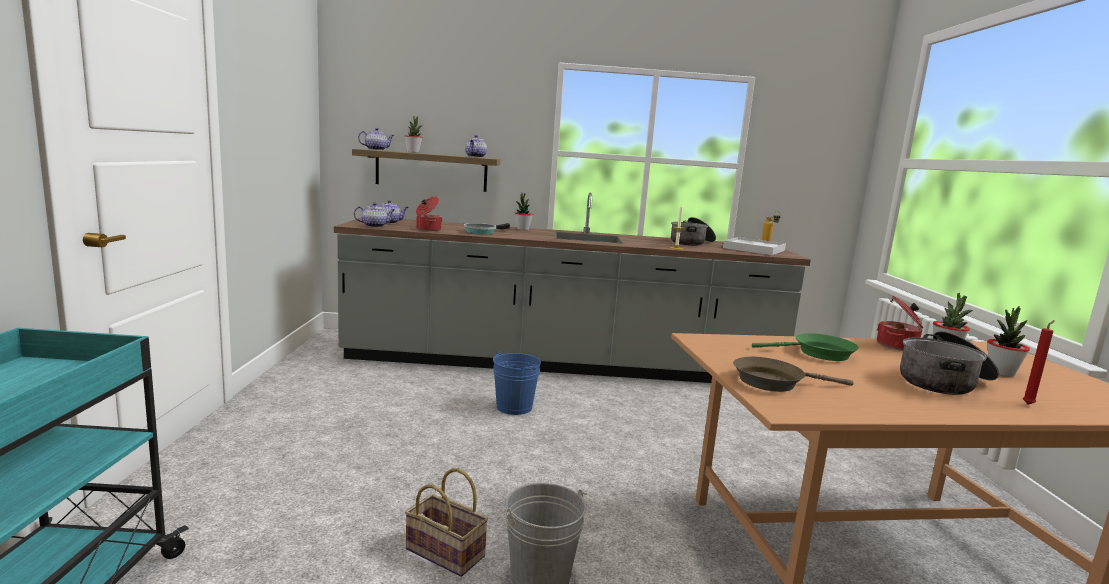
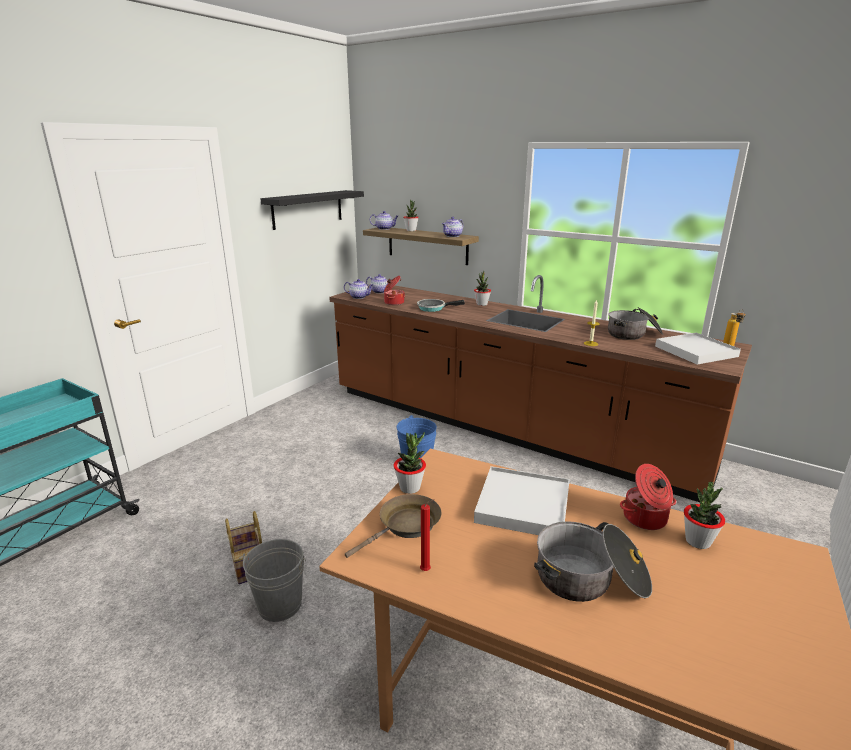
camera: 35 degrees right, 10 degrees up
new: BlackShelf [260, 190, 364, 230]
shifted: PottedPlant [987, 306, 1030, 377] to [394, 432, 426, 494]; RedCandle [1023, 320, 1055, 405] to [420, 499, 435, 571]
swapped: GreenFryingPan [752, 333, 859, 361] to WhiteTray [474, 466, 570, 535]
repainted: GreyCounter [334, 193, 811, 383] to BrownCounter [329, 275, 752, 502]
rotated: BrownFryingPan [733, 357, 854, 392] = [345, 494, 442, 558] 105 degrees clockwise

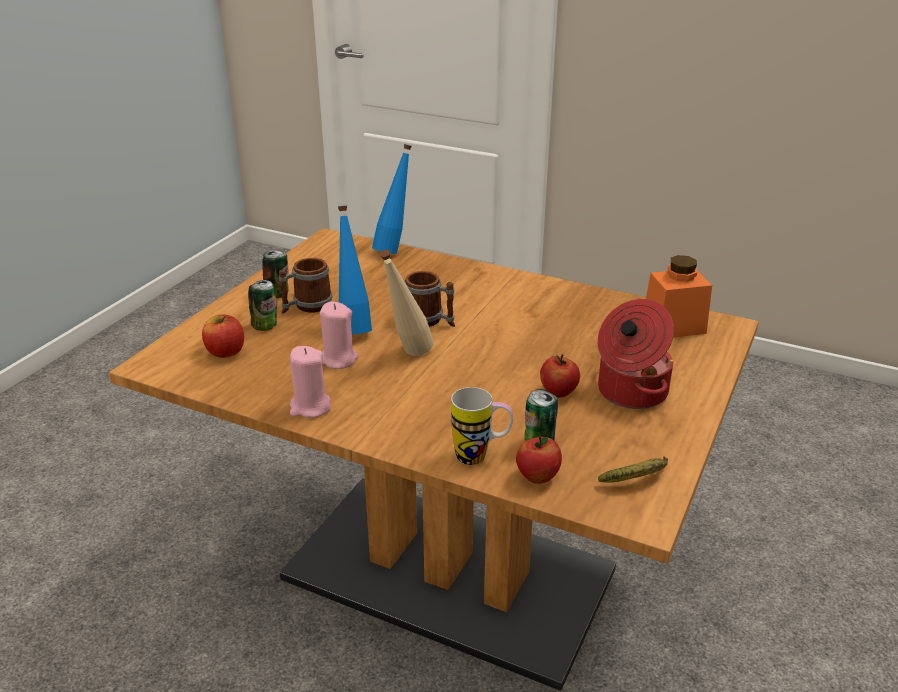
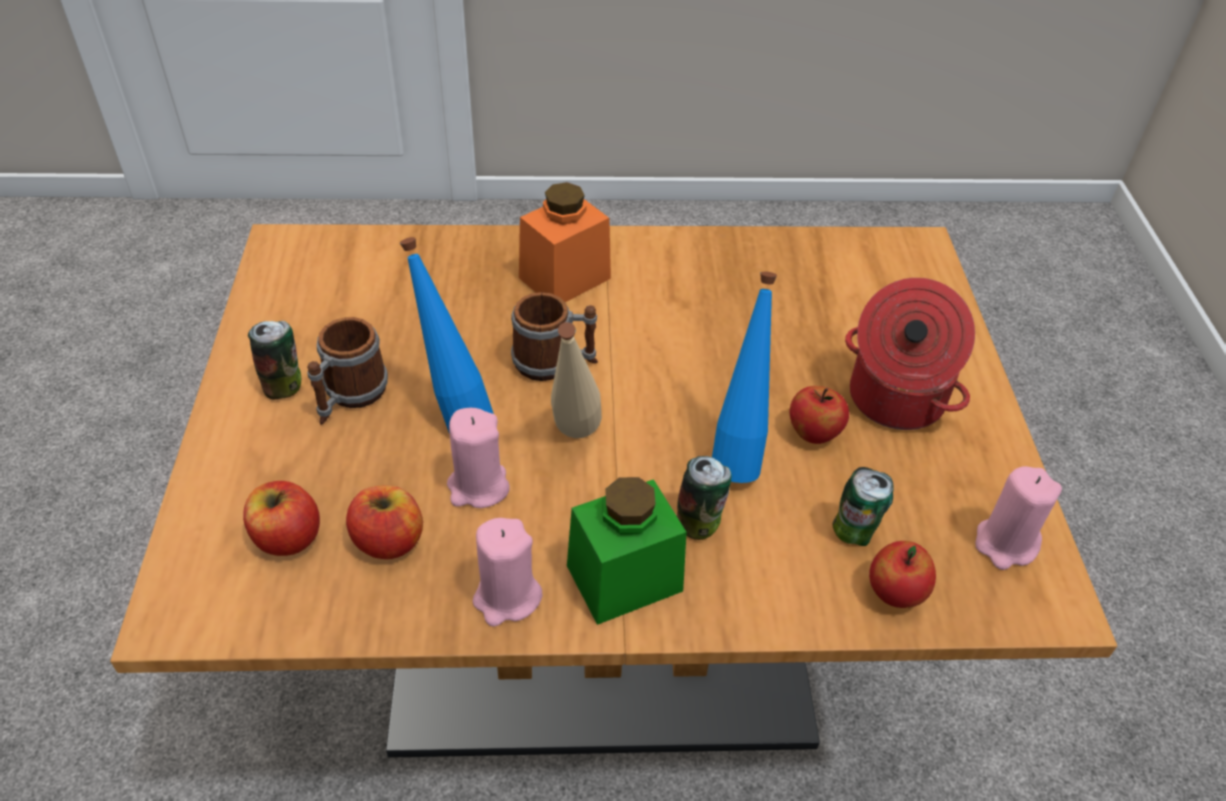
camera: 30 degrees left, 15 degrees up
gone: Mug [451, 387, 513, 465]
new: GreenJar [567, 477, 687, 625]; Apple [346, 485, 423, 559]
shifted: BlueBottle [372, 144, 412, 254] to [712, 272, 777, 483]; OrangeJar [646, 255, 712, 338] to [519, 182, 611, 302]; Can [248, 280, 277, 331] to [677, 456, 732, 540]
swapped: Banana [598, 457, 668, 483] to PinkCandle [975, 466, 1062, 570]

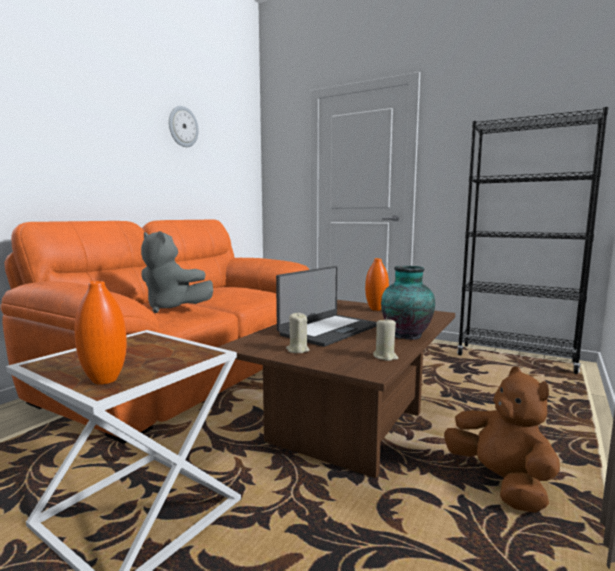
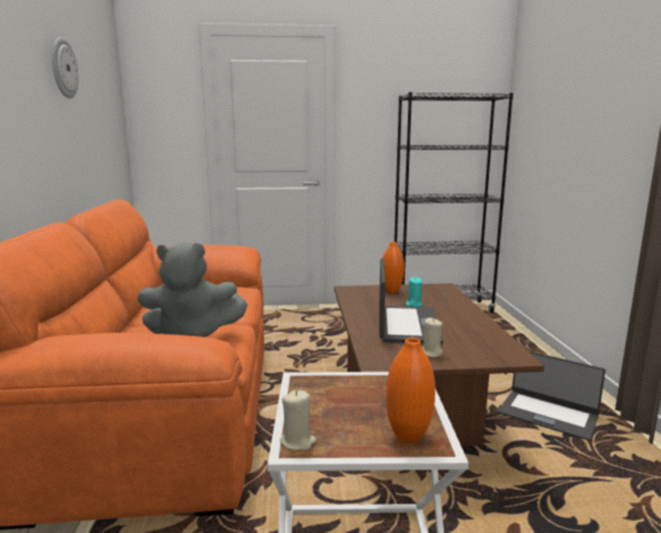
camera: 35 degrees left, 5 degrees up
gone: Vase [381, 266, 435, 340]
new: TurquoiseCandle [406, 277, 423, 307]
shifted: BeigeCandle [373, 317, 398, 361] to [280, 390, 316, 450]
swapped: BrownPlushToy [444, 366, 560, 513] to Laptop [498, 351, 606, 441]

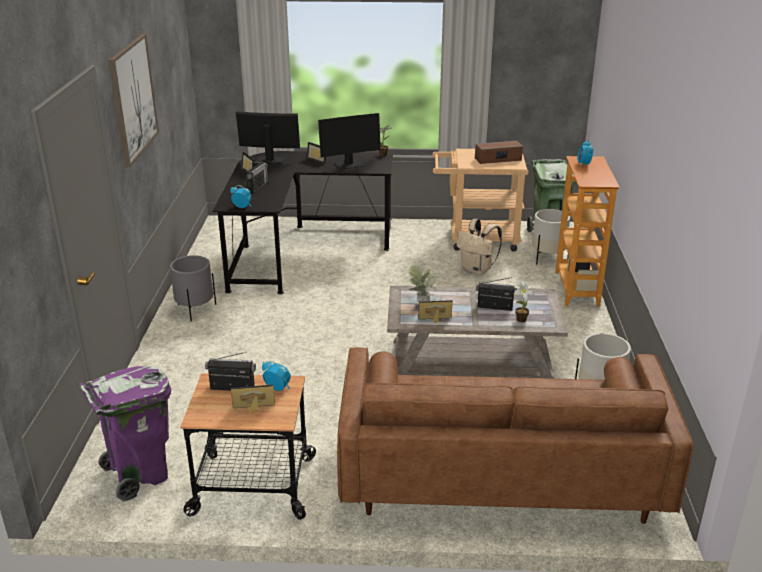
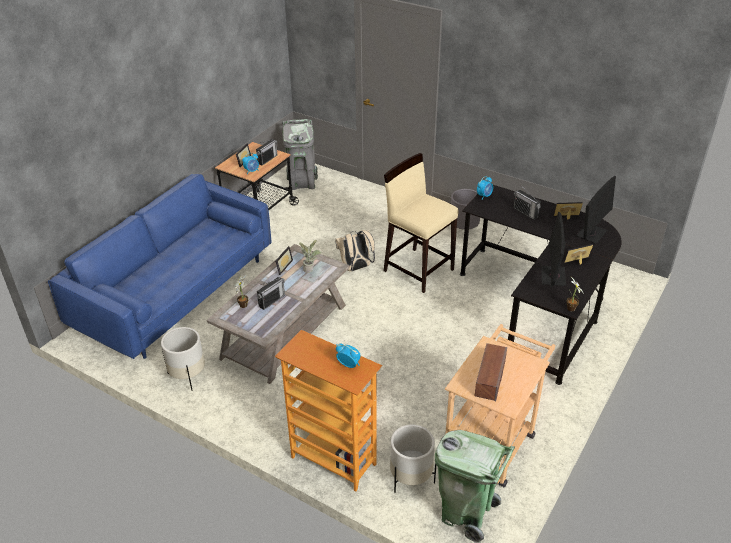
camera: 120 degrees right, 10 degrees up
gone: Picture [109, 34, 159, 167]
new: BeigeStool [384, 153, 459, 293]
shifted: BeigeBackpack [456, 219, 502, 275] to [335, 230, 375, 272]
repainted: BrownSofa [337, 347, 693, 524] to BlueSofa [48, 174, 271, 359]; PurpleTrashCan [79, 366, 171, 502] to GreyTrashCan [282, 119, 318, 190]

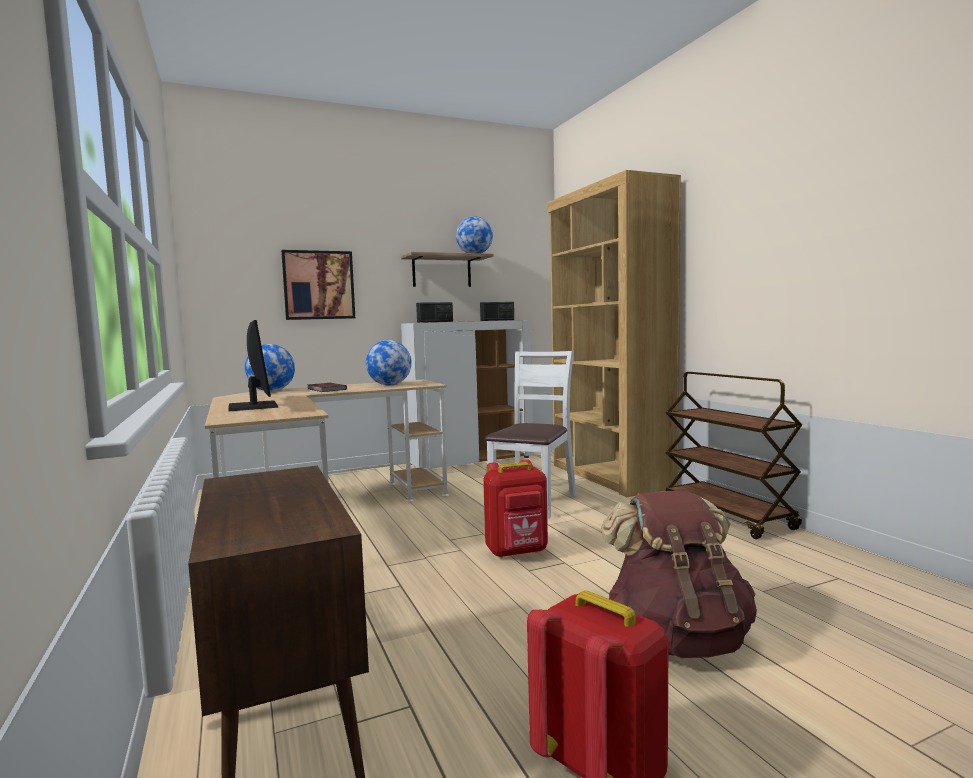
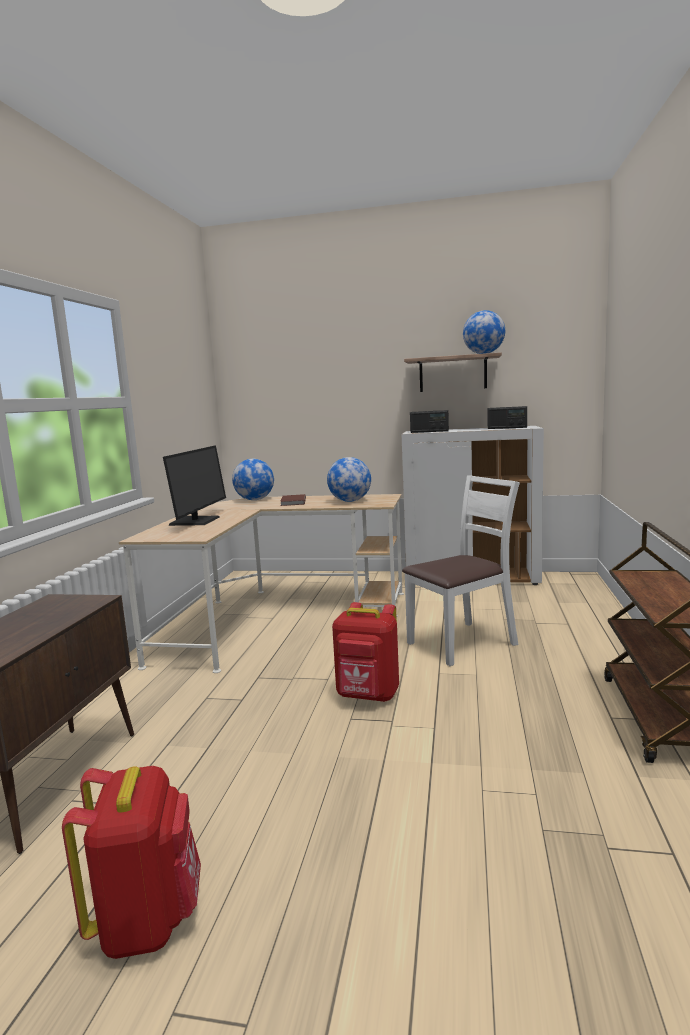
camera: 35 degrees right, 5 degrees up
gone: BrownBookcase [548, 170, 681, 497]; Picture [281, 250, 355, 320]; BrownBackpack [601, 490, 757, 658]

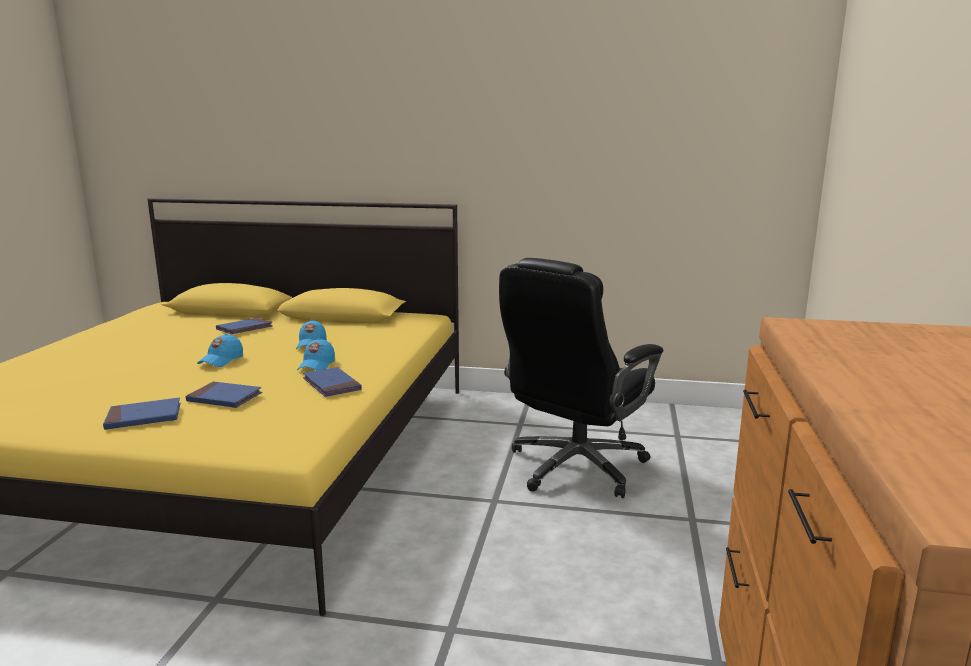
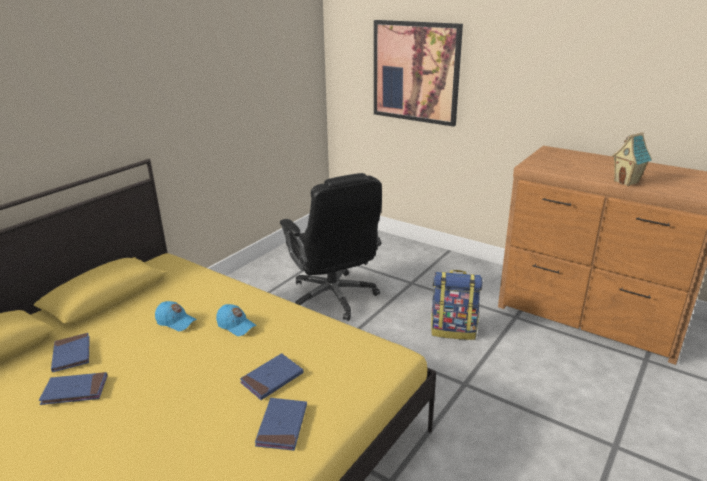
camera: 65 degrees left, 10 degrees up
gone: BlueCap [197, 334, 243, 367]
new: Picture [374, 20, 463, 127]; ToyHouse [612, 132, 652, 186]; Backpack [431, 270, 482, 340]
shifted: BlueBook [303, 367, 362, 397] to [39, 372, 107, 405]

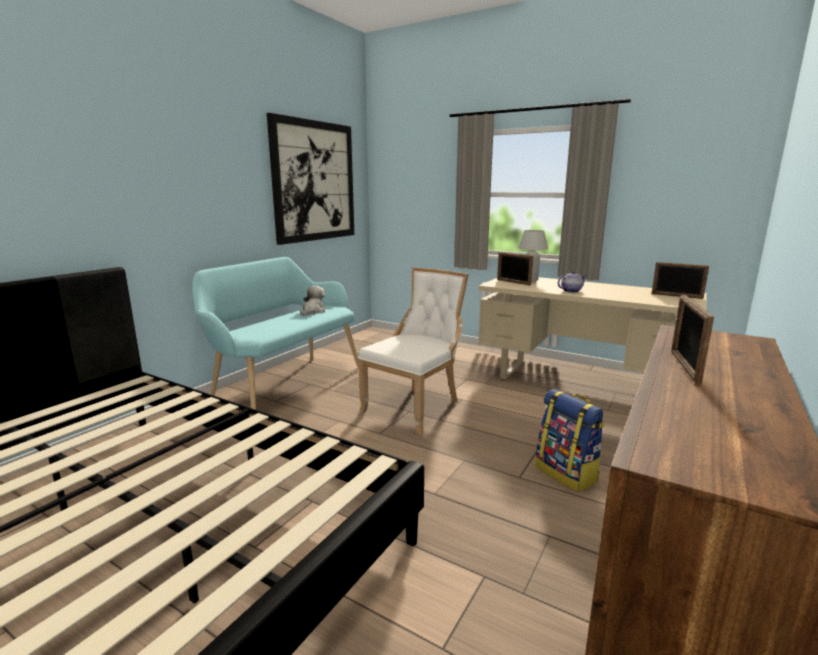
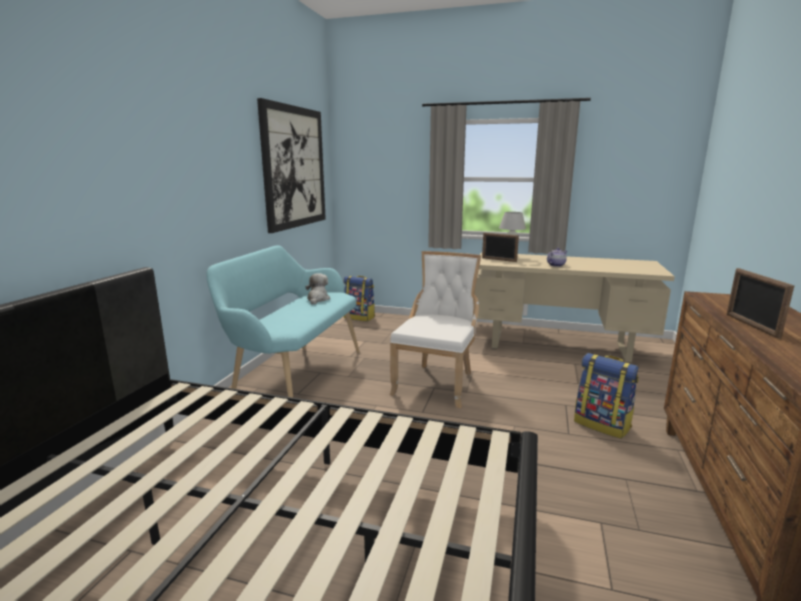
camera: 15 degrees left, 0 degrees up
gone: PictureFrame [652, 262, 709, 299]
new: Backpack [343, 276, 375, 322]

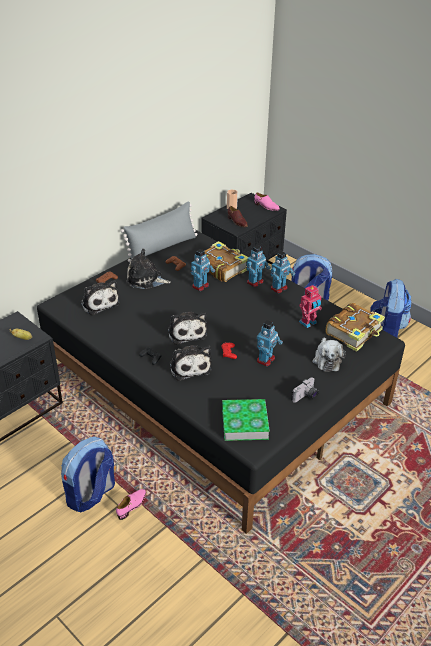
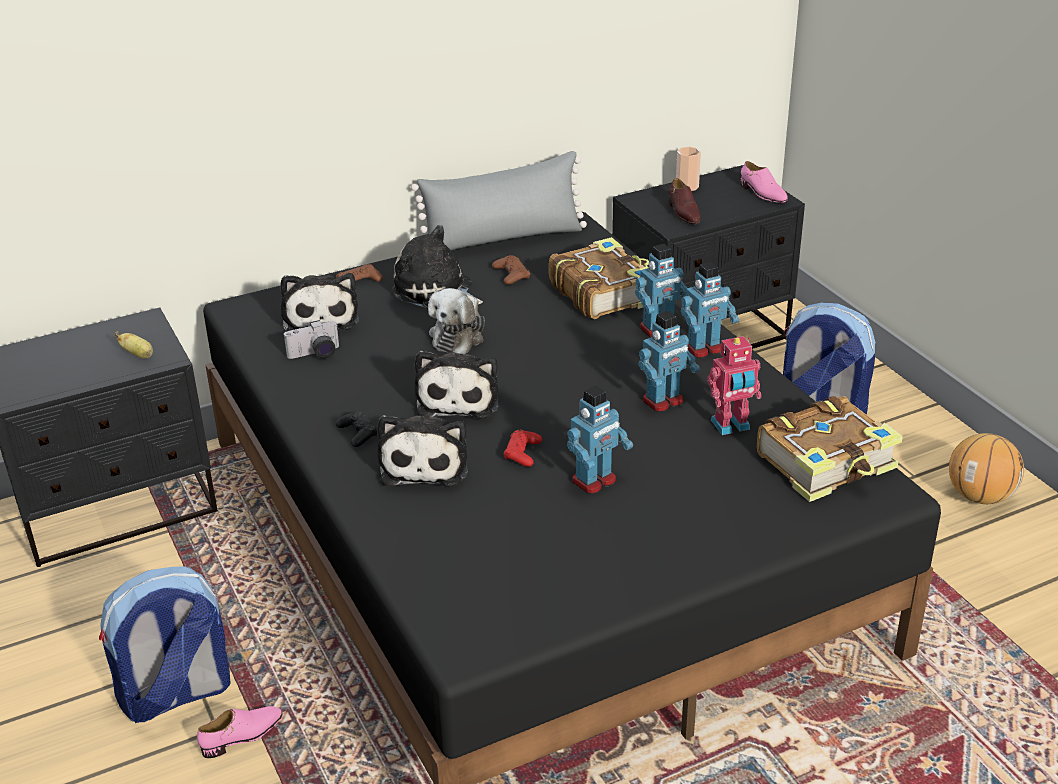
camera: 20 degrees right, 5 degrees down
gone: Book [222, 399, 270, 441]
shifted: ToyRobot [191, 249, 215, 291] to [639, 311, 700, 412]; PlushToy [312, 337, 346, 372] to [428, 288, 485, 354]; PhotoCamera [291, 377, 319, 403] to [284, 320, 339, 359]
swapped: Backpack [370, 279, 411, 338] to Basketball [949, 433, 1024, 504]

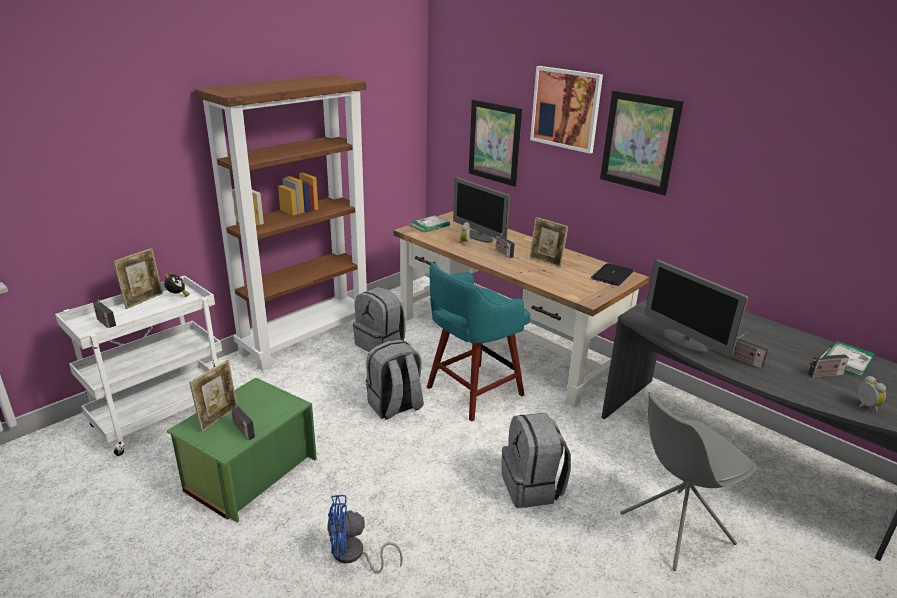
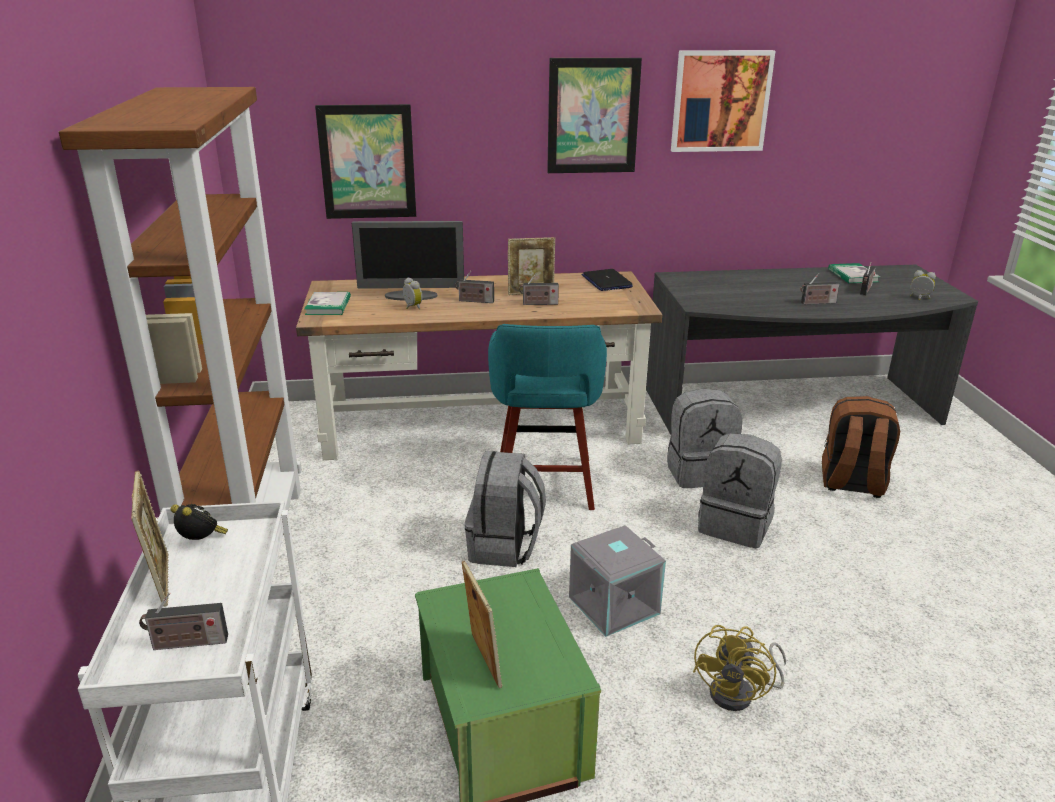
camera: 50 degrees left, 0 degrees up
gone: Monitor [644, 259, 748, 357]
new: GreyStorageBox [569, 525, 666, 637]
shifted: Picture [530, 66, 603, 154] to [671, 50, 775, 152]; GreyBackpack [353, 287, 405, 352] to [667, 389, 742, 488]; Radio [231, 402, 255, 440] to [519, 273, 559, 305]
swapped: GreyChair [620, 392, 757, 571] to BrownBackpack [822, 396, 900, 498]
repainted: BlueFan [327, 495, 403, 574] to YellowFan [693, 625, 786, 711]

